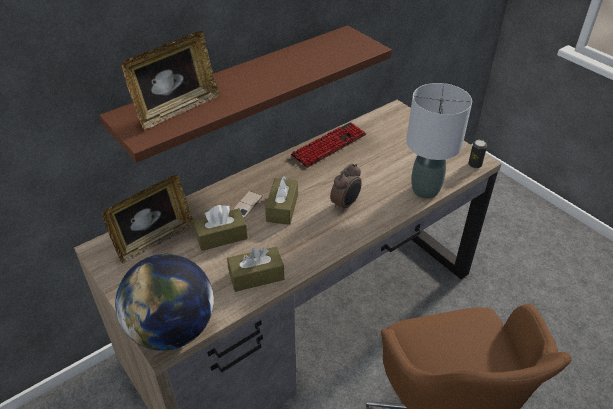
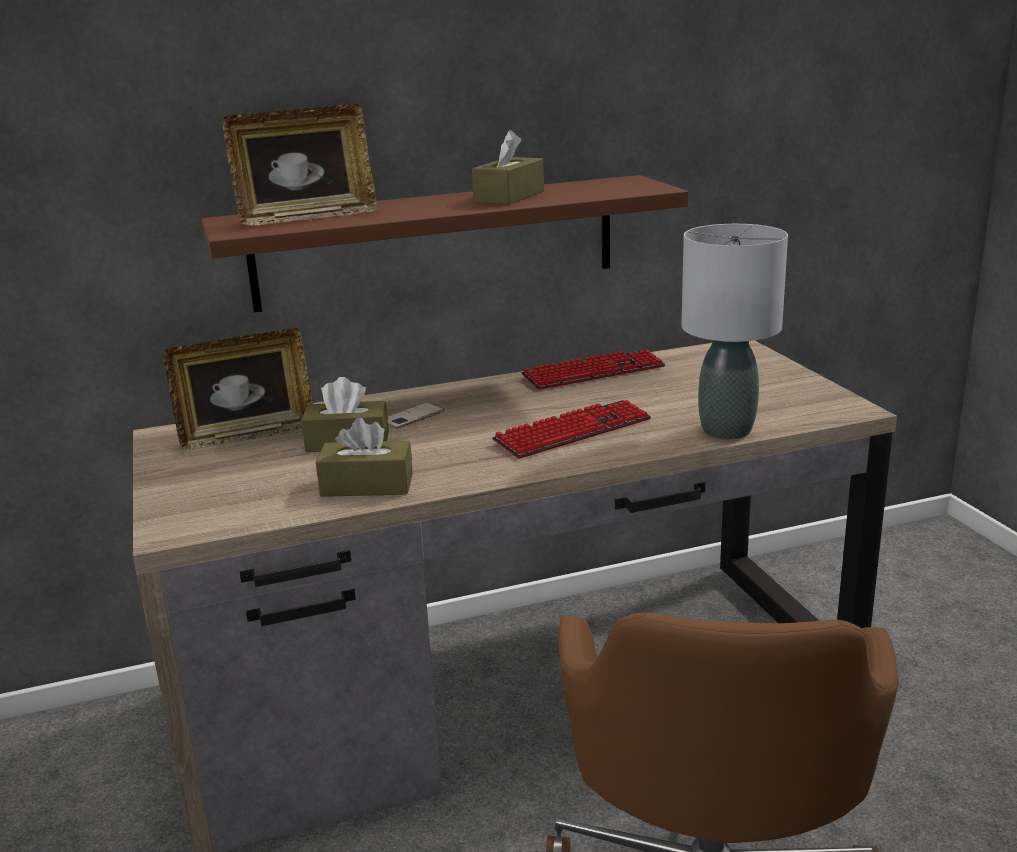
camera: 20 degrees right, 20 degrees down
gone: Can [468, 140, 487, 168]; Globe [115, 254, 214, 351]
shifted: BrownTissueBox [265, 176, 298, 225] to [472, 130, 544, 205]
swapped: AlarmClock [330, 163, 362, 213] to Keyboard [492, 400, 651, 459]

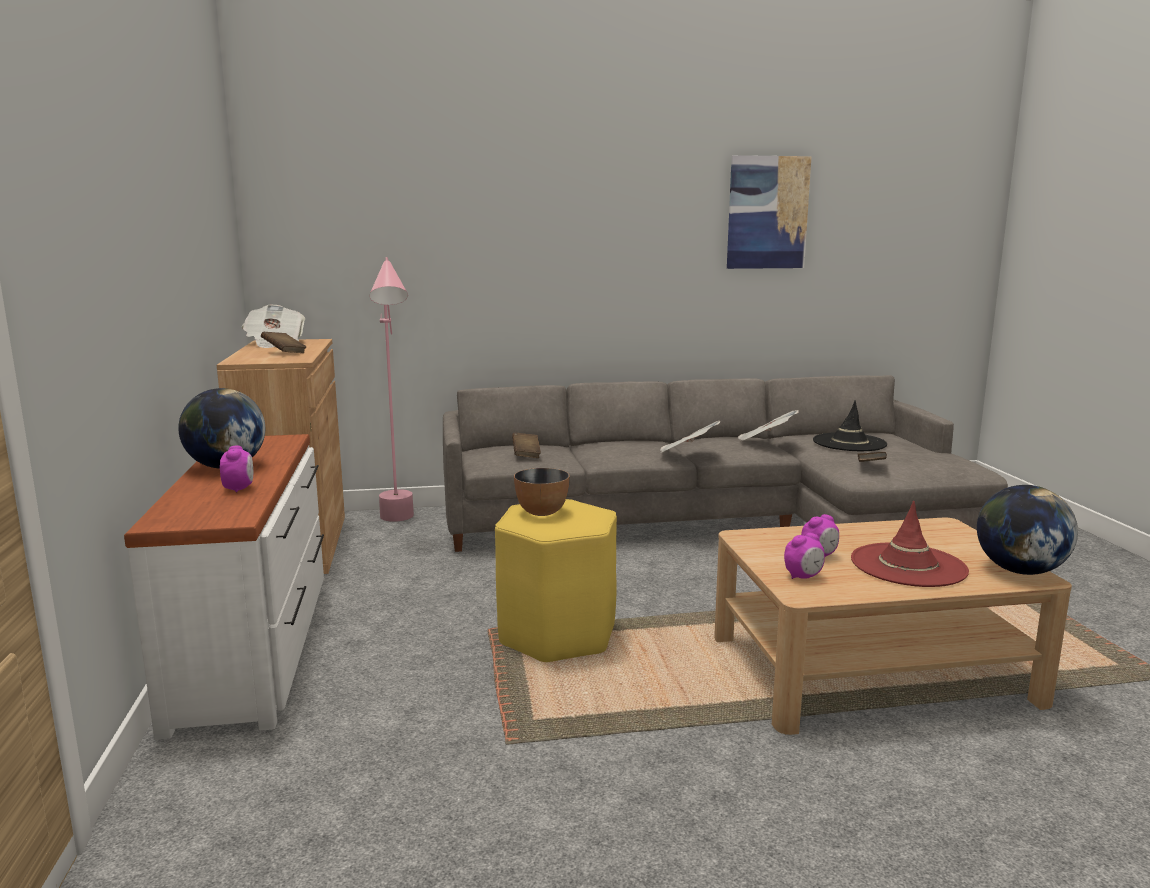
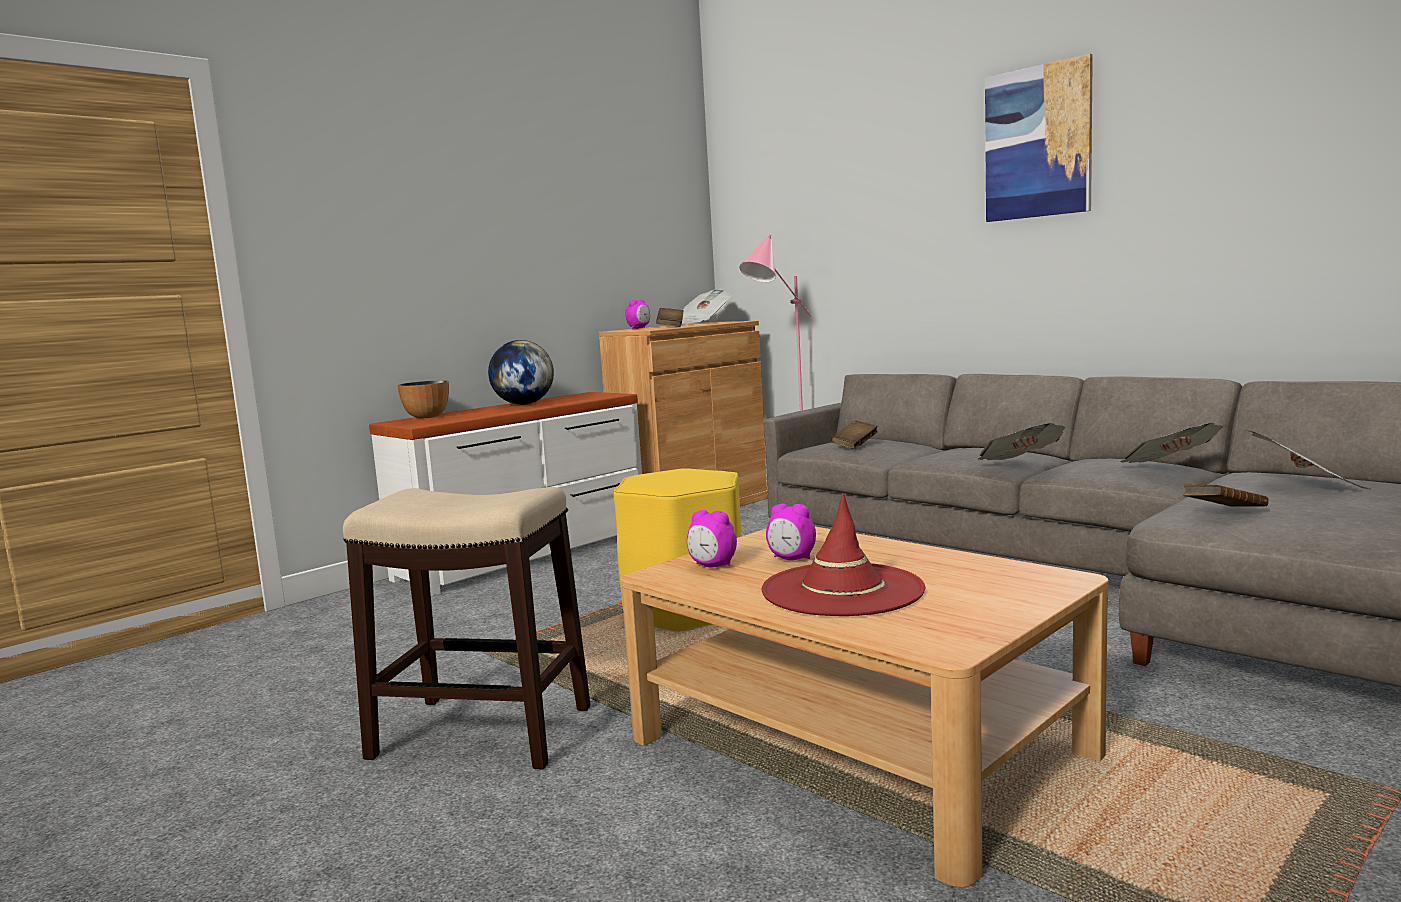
camera: 55 degrees right, 5 degrees down
gone: Globe [977, 485, 1078, 575]
new: Stool [343, 487, 591, 770]
shifted: Picture [727, 155, 812, 269] to [985, 54, 1093, 222]; AlarmClock [220, 446, 253, 493] to [625, 300, 650, 329]; Bowl [514, 468, 570, 516] to [398, 380, 449, 419]
swapped: BlackHat [813, 401, 887, 451] to Newspaper [1249, 431, 1369, 489]

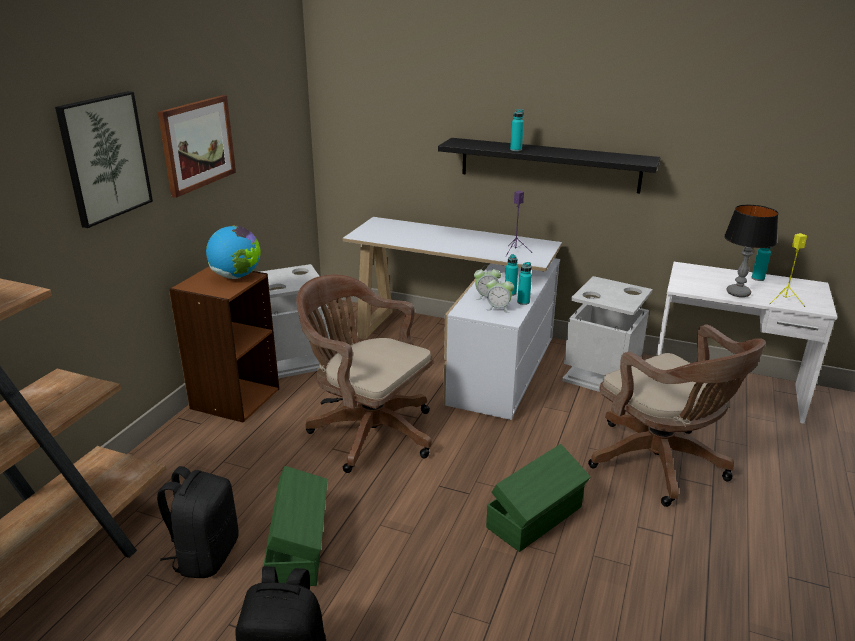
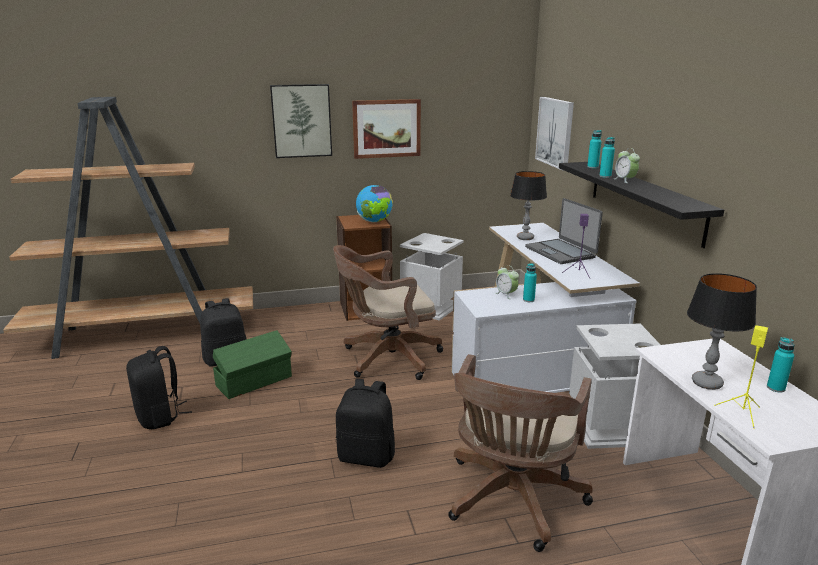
camera: 55 degrees right, 5 degrees down
new: Picture [535, 97, 574, 171]; TableLamp [510, 171, 547, 240]; Laptop [525, 198, 603, 264]
shifted: TurquoiseBottle [517, 262, 532, 305] to [587, 130, 602, 168]; AlarmClock [486, 276, 514, 313] to [615, 148, 640, 183]
swapped: GreenStorageBox [486, 444, 591, 552] to BlackBackpack [336, 379, 395, 468]
rotated: BrownOfficeChair [296, 274, 433, 473] = [333, 245, 443, 380] 105 degrees counterclockwise

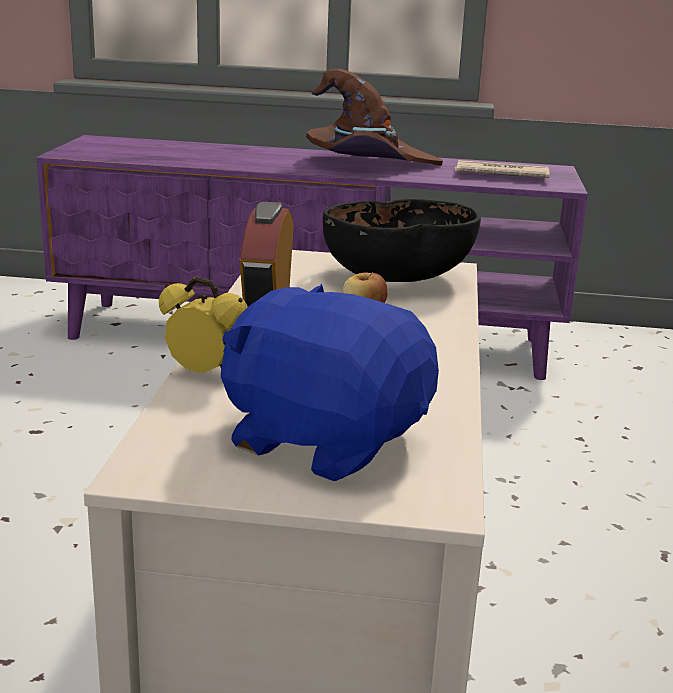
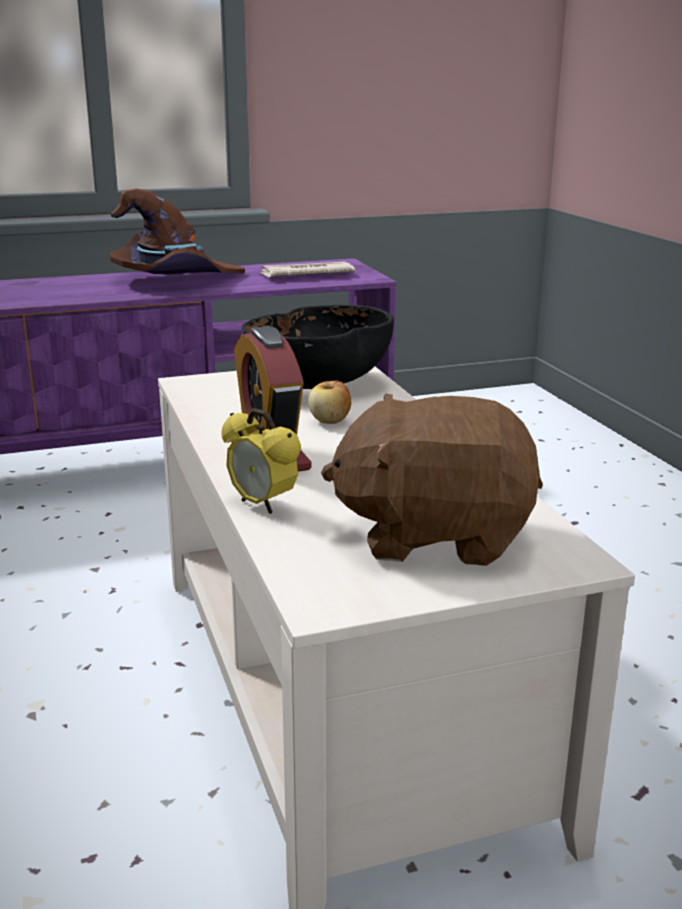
camera: 25 degrees left, 0 degrees up
repainted: BluePlushToy [221, 284, 439, 481] to BrownPlushToy [321, 393, 543, 566]
rotated: AlarmClock [159, 276, 248, 373] = [222, 408, 301, 514] 135 degrees counterclockwise

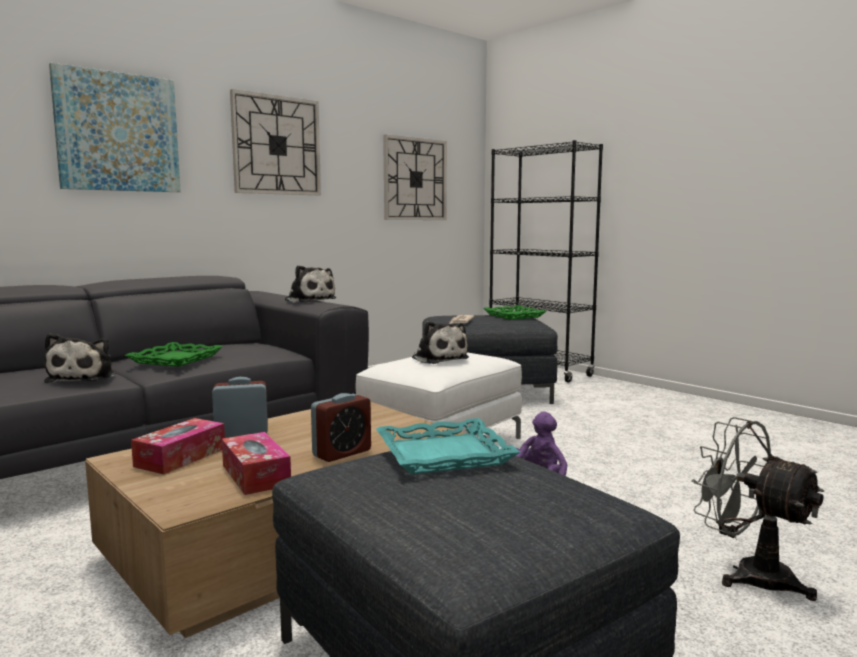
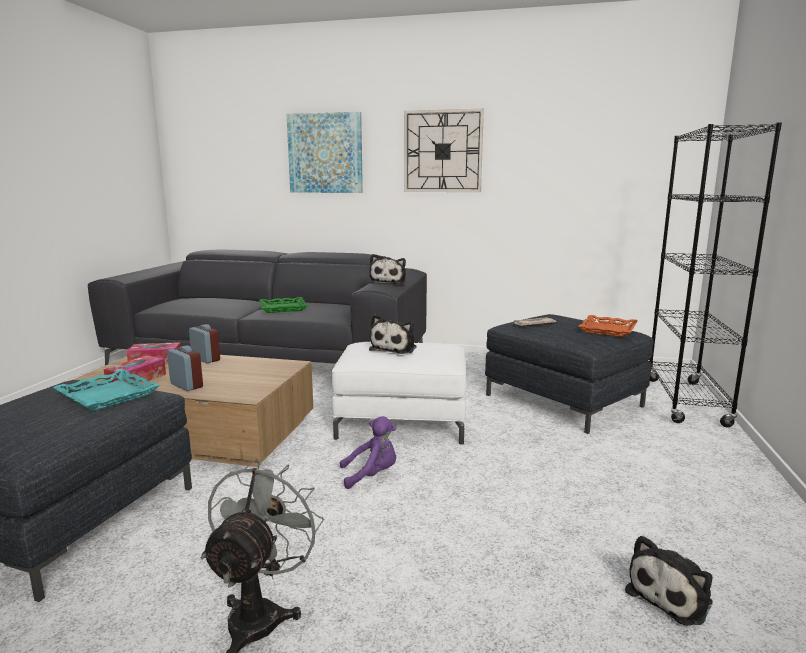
camera: 55 degrees right, 5 degrees up
gone: WallClock [383, 135, 447, 220]
shifted: PlushToy [44, 333, 116, 383] to [625, 536, 713, 626]
repainted: GreenTray [483, 305, 547, 320] to OrangeTray [578, 315, 638, 337]
rotated: AlarmClock [311, 393, 371, 462] = [167, 346, 203, 391] 150 degrees counterclockwise

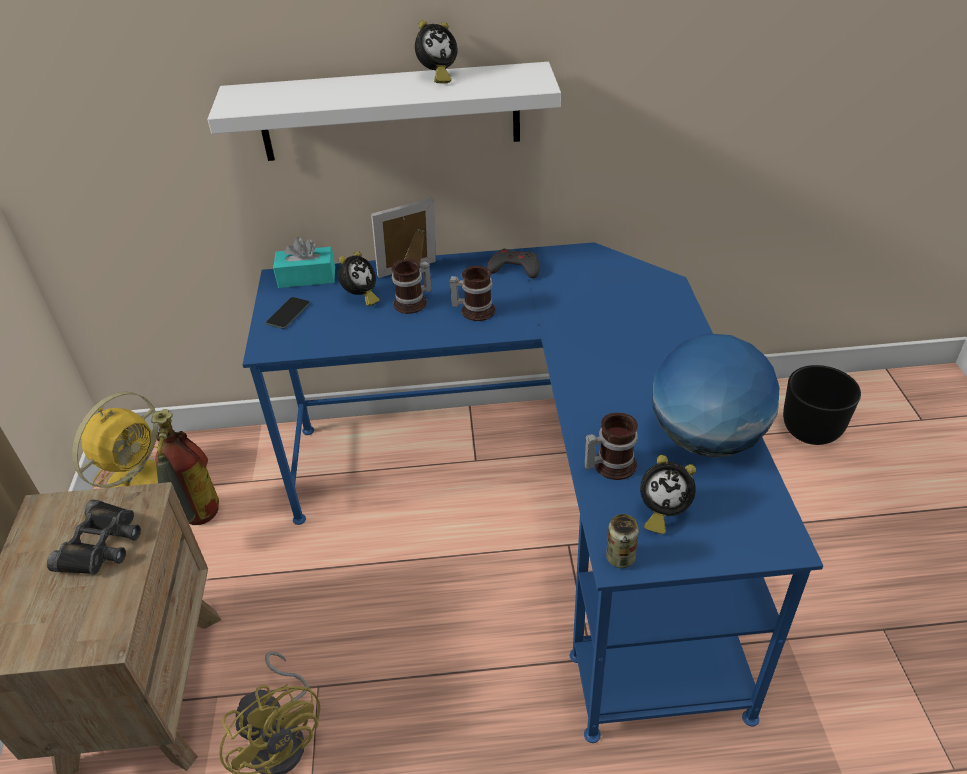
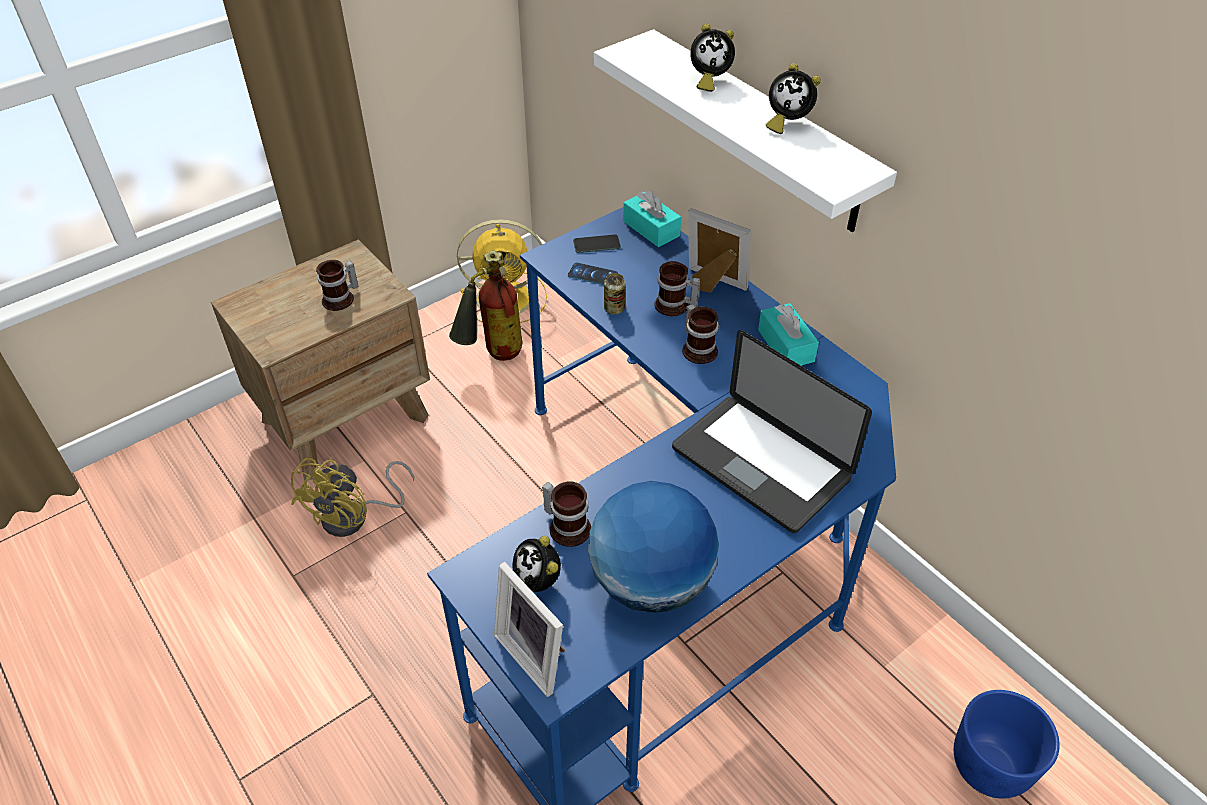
camera: 55 degrees right, 5 degrees up
new: Phone [568, 262, 618, 285]; Laptop [672, 330, 872, 533]; PictureFrame [494, 562, 565, 697]
shifted: AlarmClock [338, 251, 380, 306] to [690, 24, 735, 92]; Can [606, 514, 639, 568] to [604, 273, 625, 315]
swapped: GreyGameController [487, 248, 540, 278] to TurquoiseTissueBox [758, 303, 819, 365]; BlackBinoculars [47, 500, 141, 575] to Mug [316, 260, 358, 311]
repainted: BlackPlanter [783, 365, 861, 445] to BluePlanter [954, 690, 1060, 799]

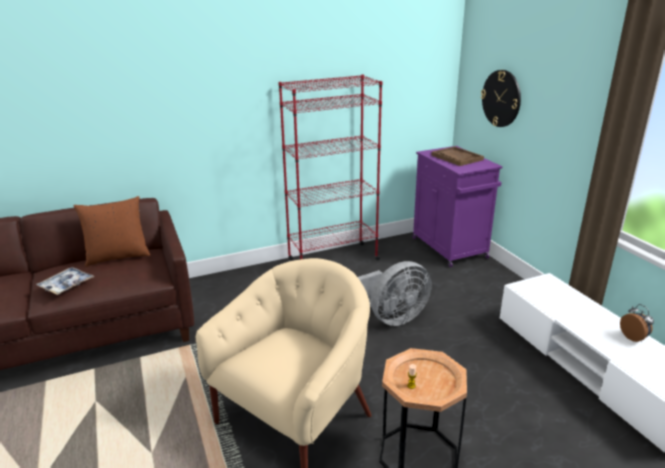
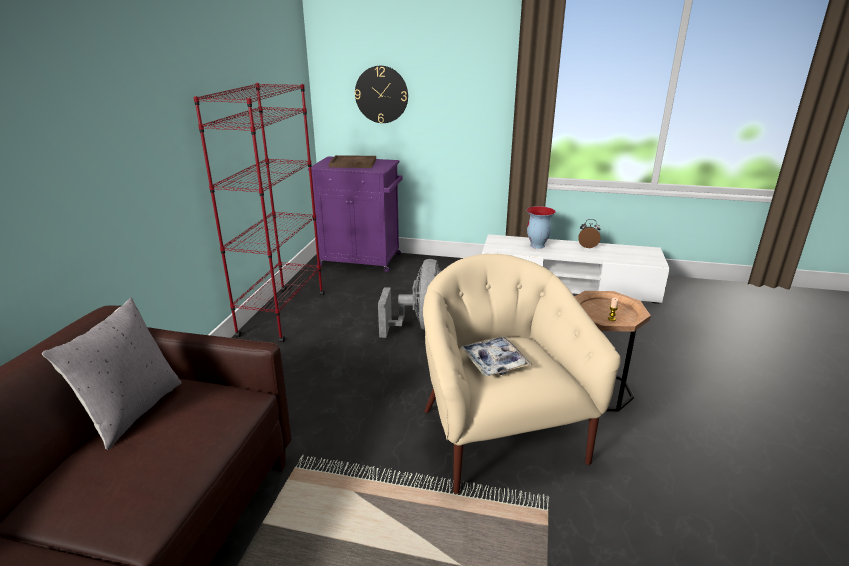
camera: 55 degrees left, 0 degrees up
new: Vase [526, 206, 556, 249]
shifted: Tray [36, 267, 94, 295] to [461, 336, 532, 376]
repainted: BrownPillow [73, 196, 150, 267] to GreyPillow [42, 298, 182, 450]

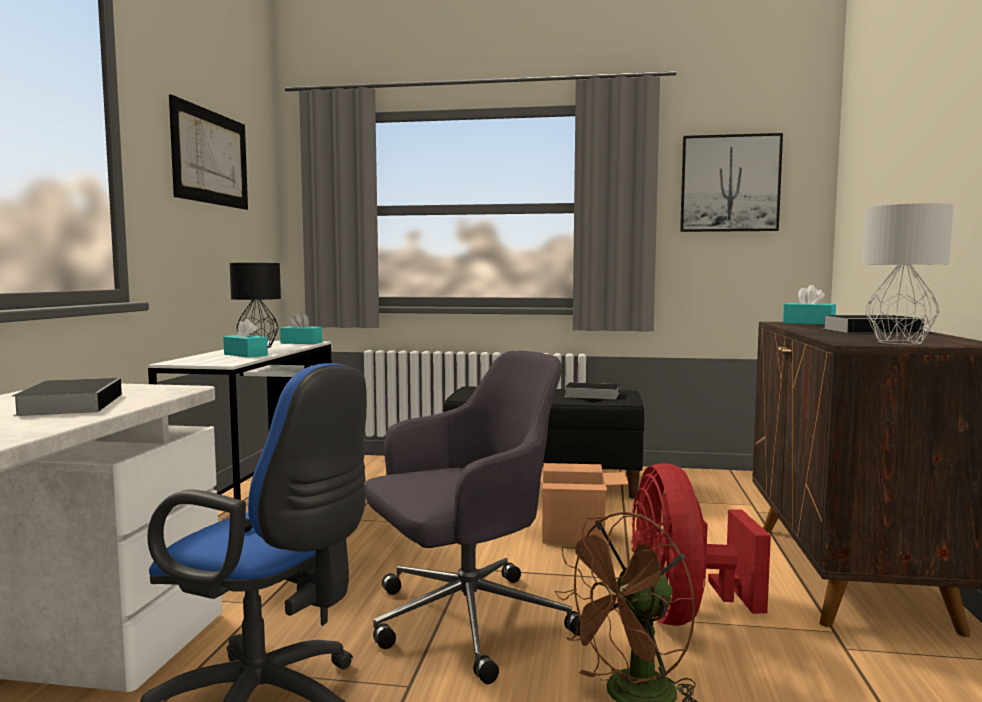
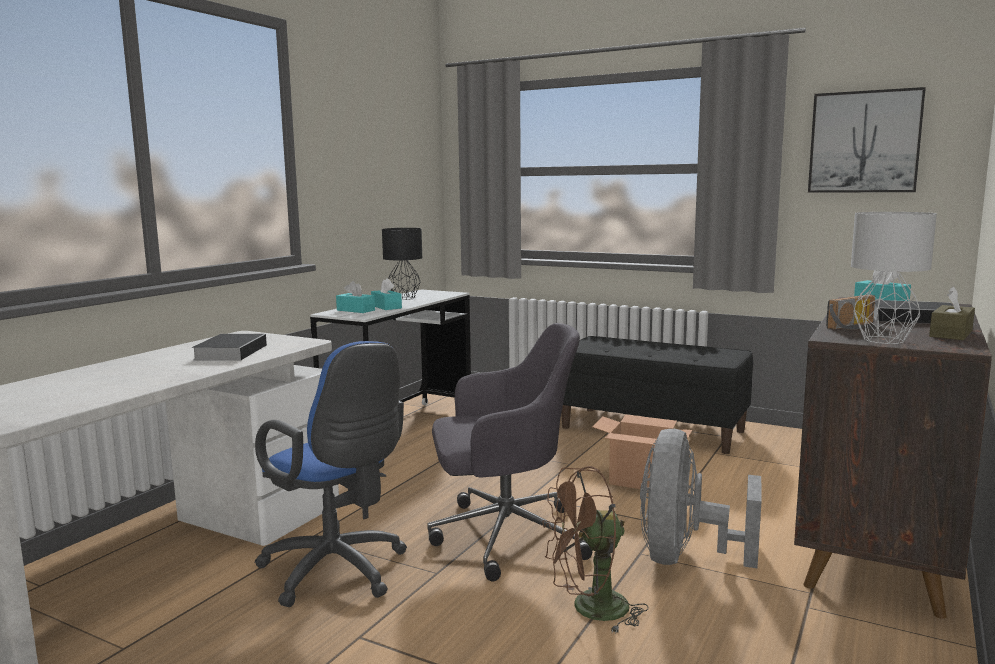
camera: 20 degrees right, 5 degrees up
gone: Picture [169, 94, 248, 210]; Book [564, 382, 619, 399]
new: BrownTissueBox [929, 286, 975, 340]; Radio [826, 295, 875, 330]
shifted: TurquoiseTissueBox [280, 312, 322, 344] to [336, 281, 375, 313]
repainted: RedFan [631, 463, 771, 626] to GreyFan [640, 429, 762, 568]

